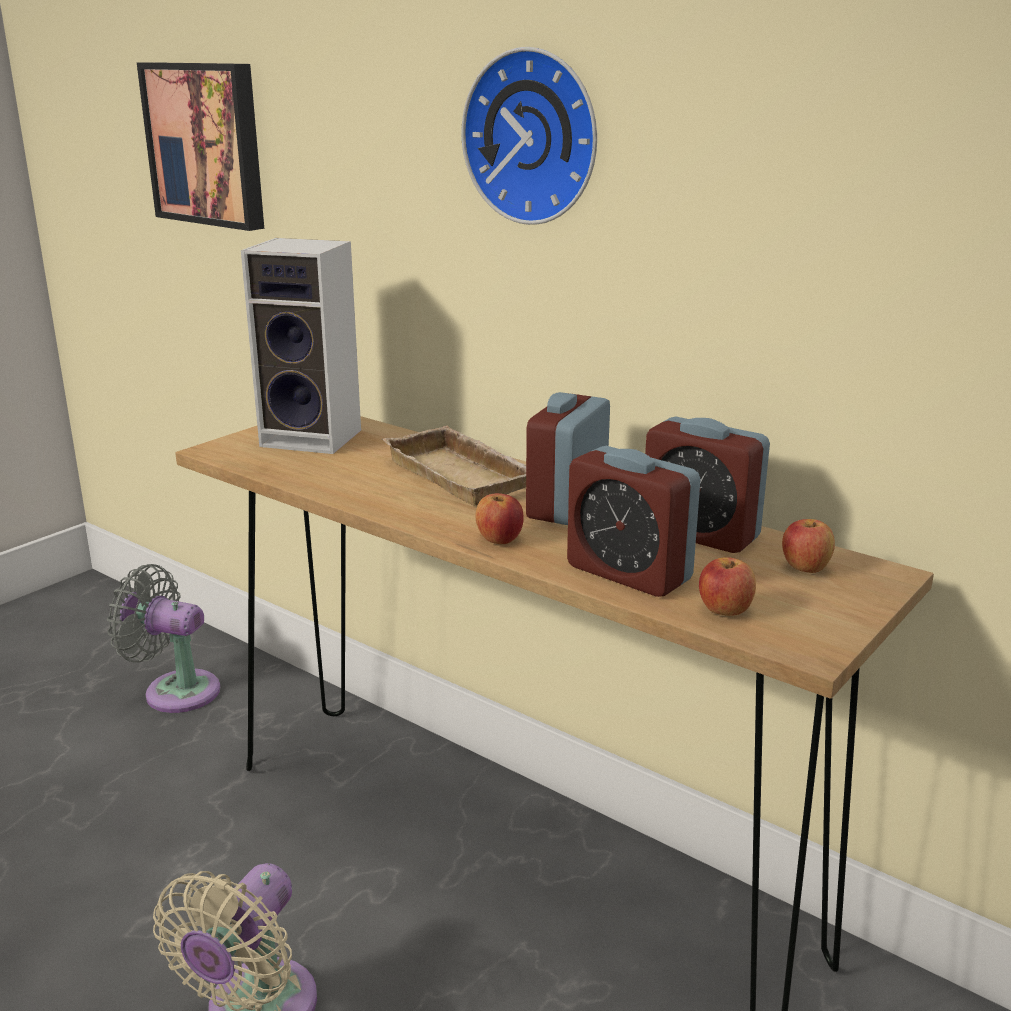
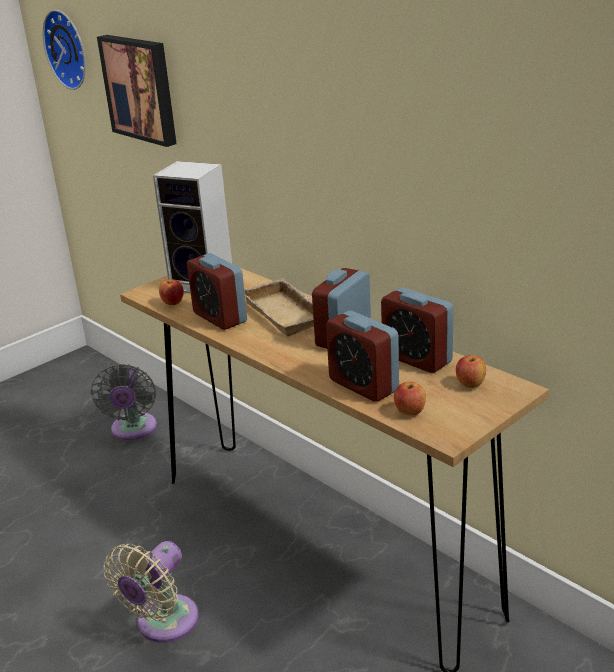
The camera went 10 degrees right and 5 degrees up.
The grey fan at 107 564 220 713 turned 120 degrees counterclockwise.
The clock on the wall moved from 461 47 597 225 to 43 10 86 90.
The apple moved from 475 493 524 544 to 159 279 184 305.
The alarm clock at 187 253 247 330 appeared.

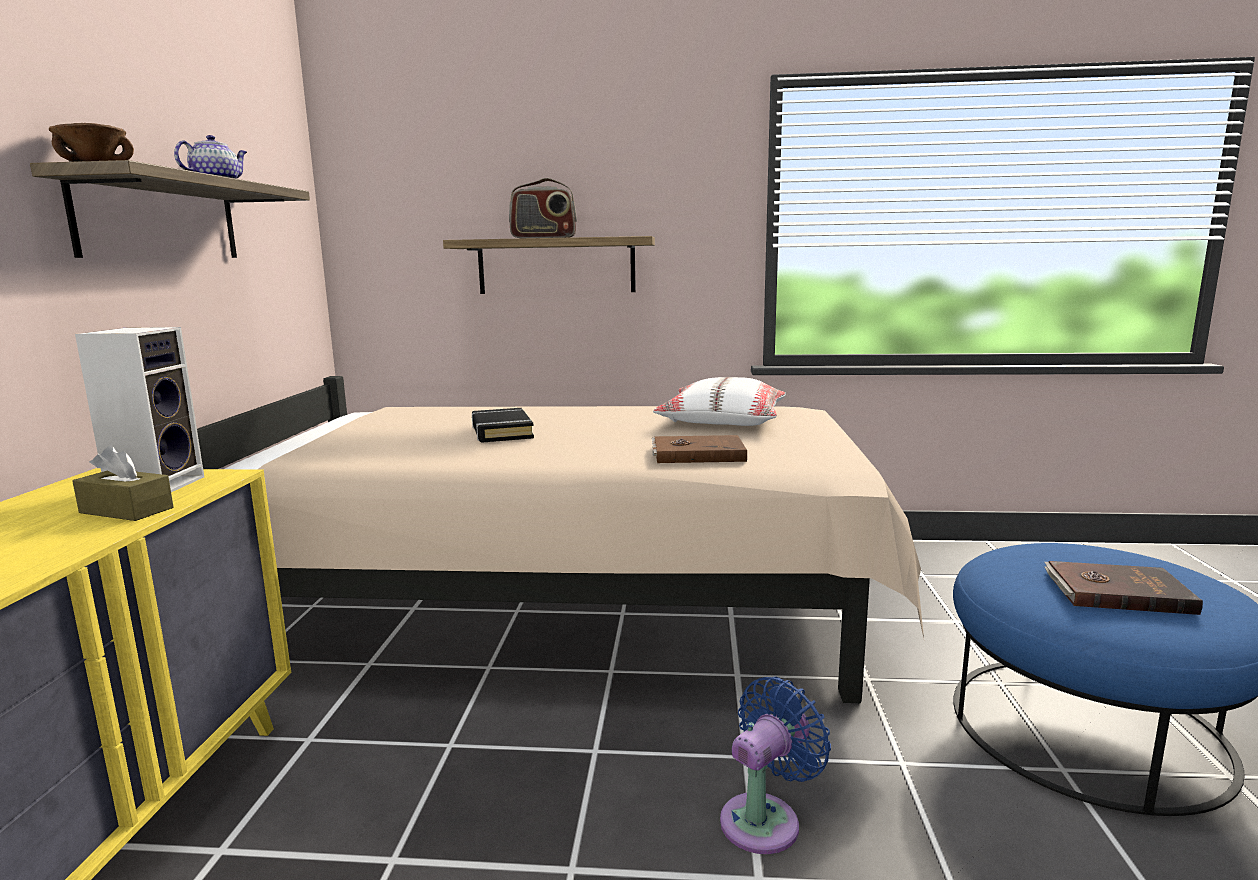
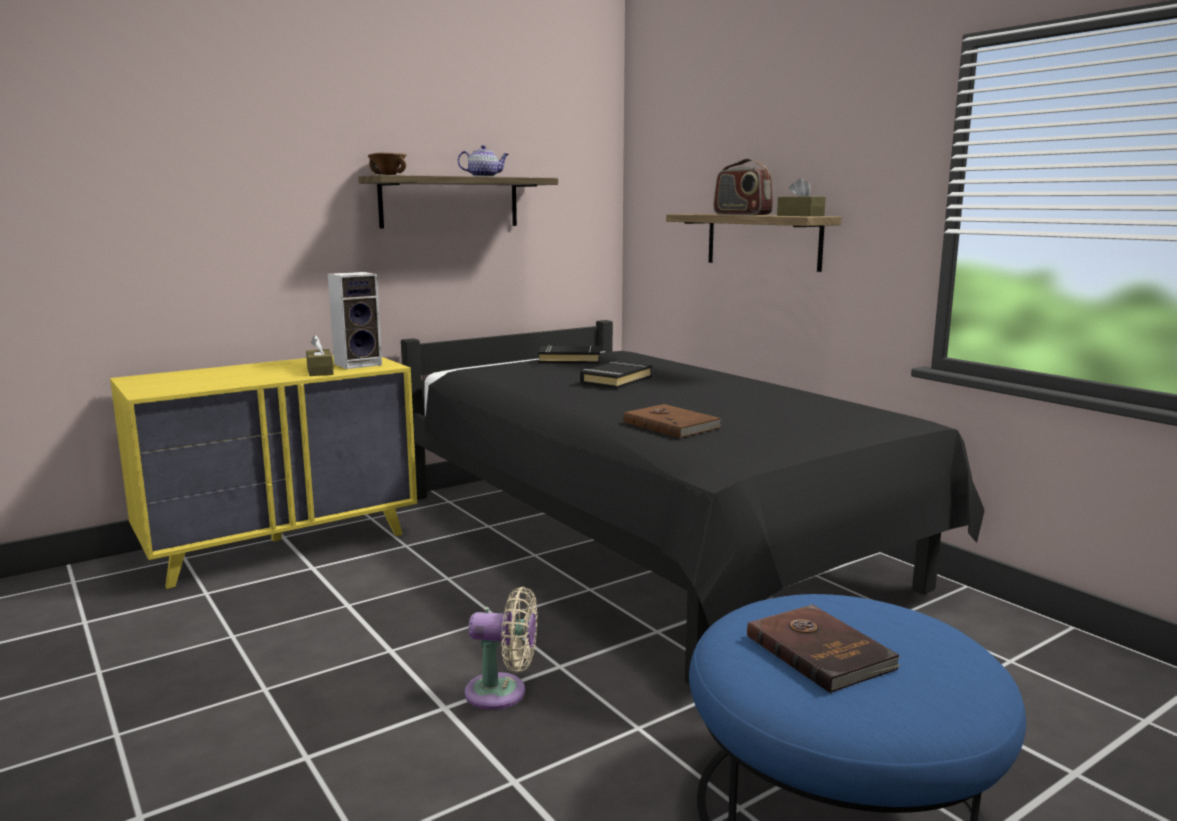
The camera went 50 degrees right and 0 degrees up.
The beige sleeping bed at 197 376 924 703 became the blackish sleeping bed at 401 320 985 685.
The white cushion at 653 377 786 426 disappeared.
The blue fan at 720 677 831 854 became the beige fan at 465 587 537 710.
The blackish book at 538 345 600 364 appeared.
The brownish tissue holder at 777 178 826 216 appeared.

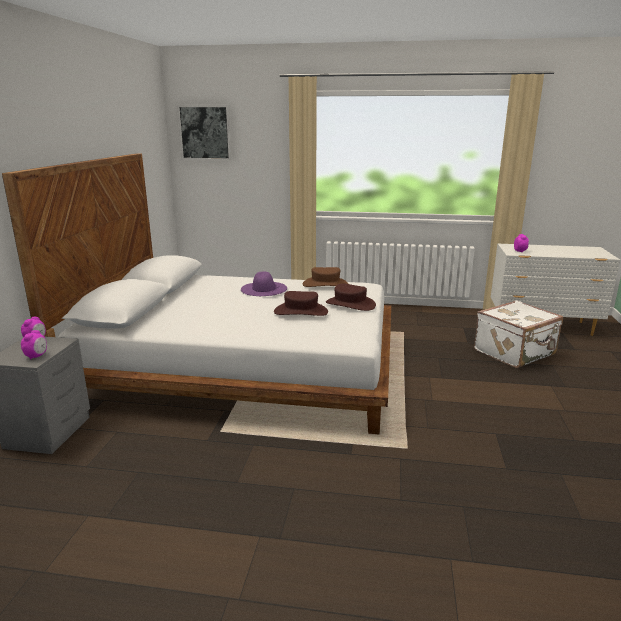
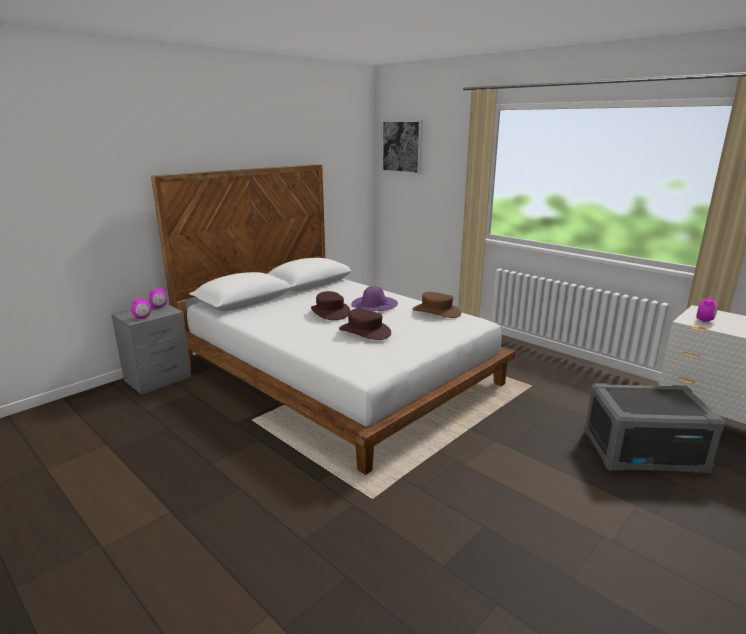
The camera went 35 degrees right and 0 degrees up.
The brownish wearable hat moved from 326 284 376 311 to 311 291 350 320.
The white piece of luggage at 474 300 563 368 was replaced by the grey storage box at 584 383 726 474.

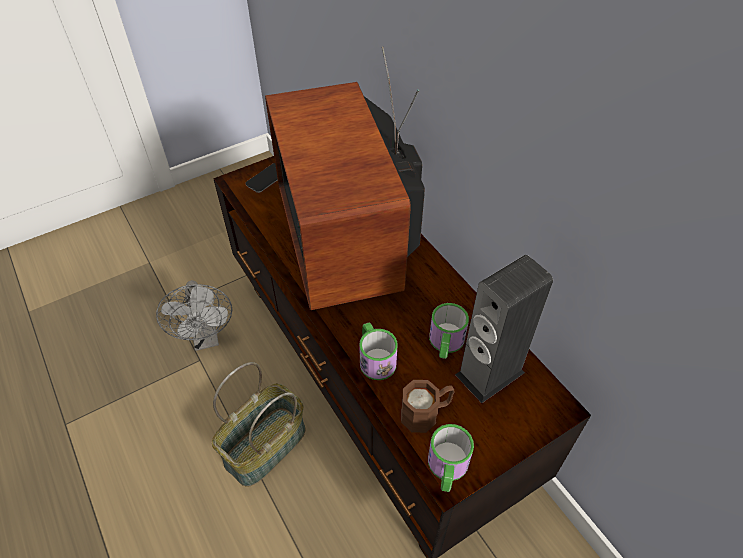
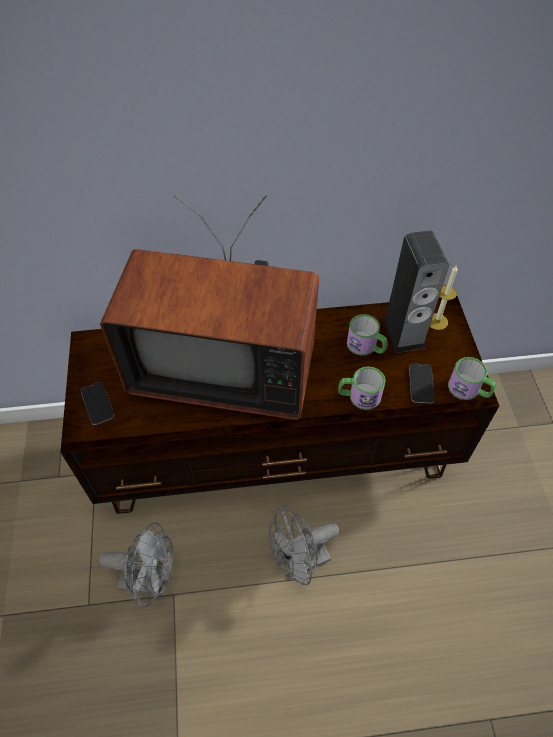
The camera went 65 degrees left and 5 degrees up.
The household basket at 212 362 305 486 was replaced by the grey fan at 269 507 340 585.
The brownish mug at 401 380 455 433 was replaced by the phone at 409 363 435 403.
The wax light at 430 266 457 330 appeared.

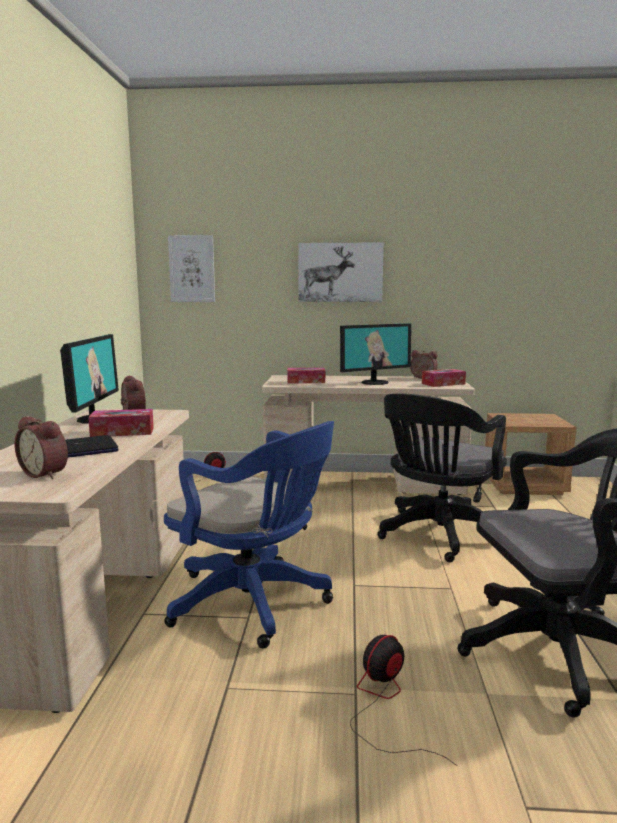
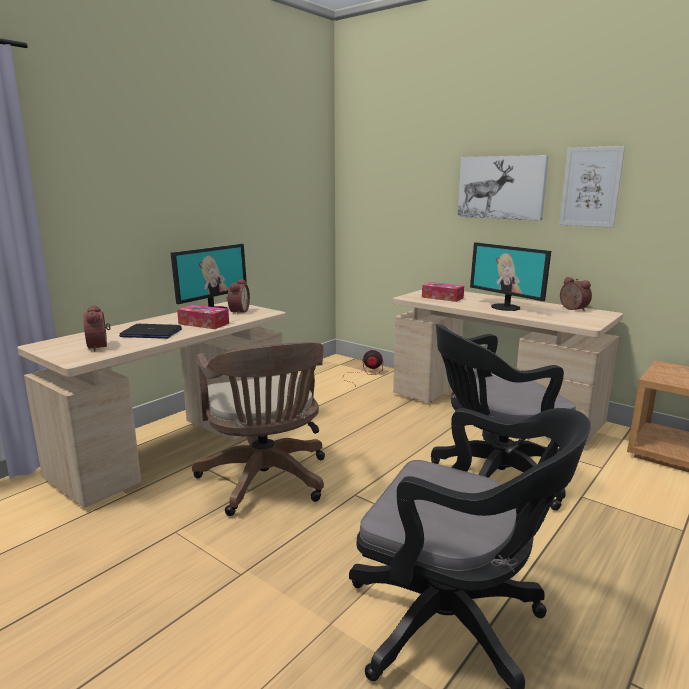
The camera went 35 degrees right and 5 degrees up.
The blue desk chair at 164 421 334 649 became the brownish desk chair at 192 342 325 516.
The picture moved from 168 235 215 302 to 559 146 625 228.
The computer display at 340 323 411 385 turned 45 degrees clockwise.
The fan at 350 635 457 766 disappeared.
The tissue holder at 422 369 466 387 disappeared.

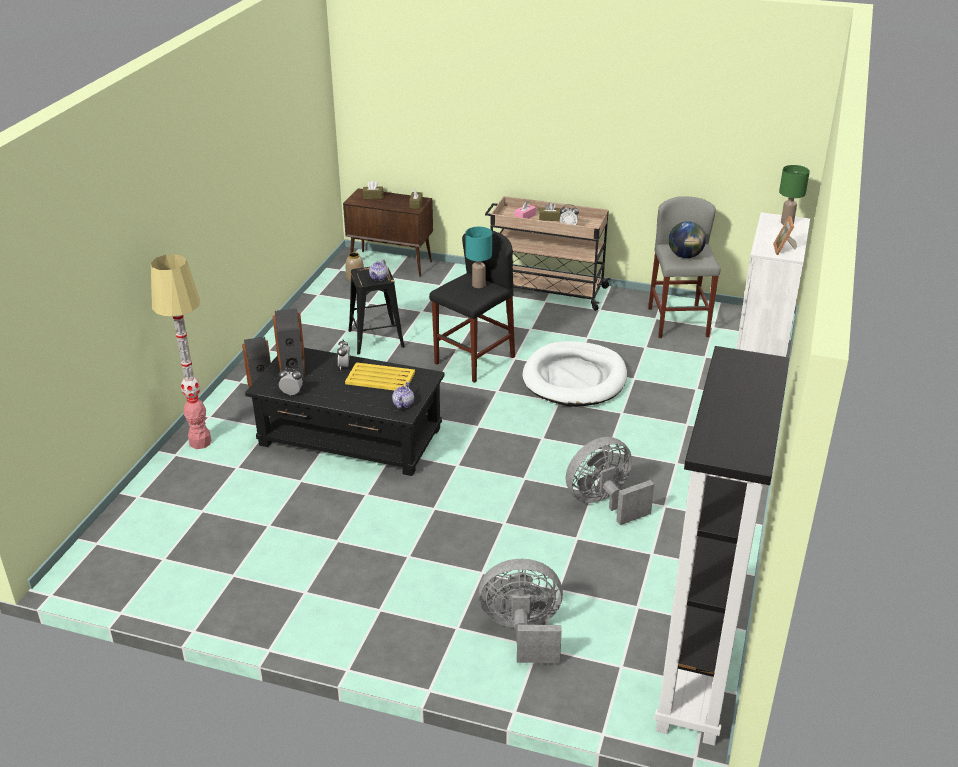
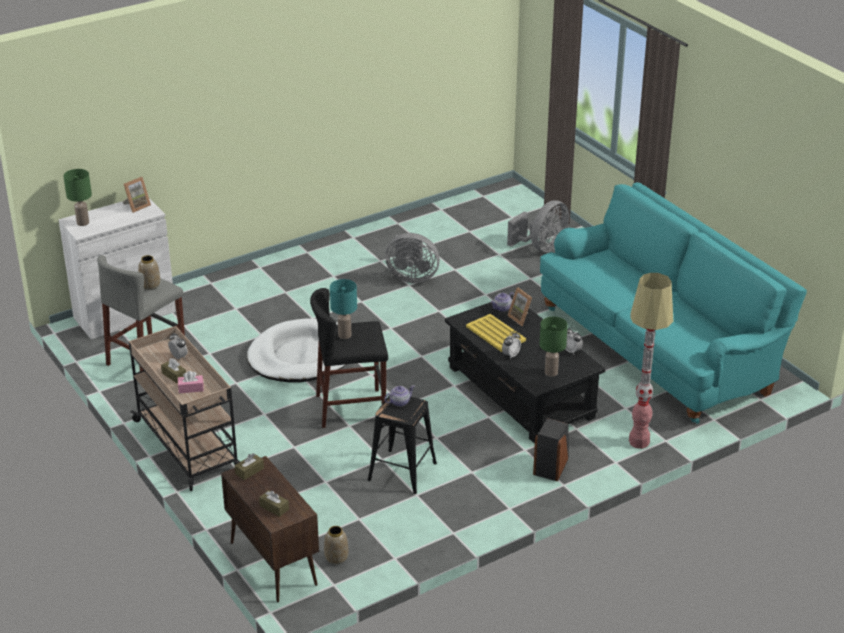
The camera went 140 degrees left and 0 degrees up.
The speaker at 273 309 305 378 was replaced by the greenish lamp for a table at 539 317 568 377.
The grey fan at 478 559 563 663 turned 90 degrees counterclockwise.
The blackish bookcase at 654 346 790 746 disappeared.
The desk globe at 669 221 706 258 was replaced by the decorative vase at 138 255 160 290.
The picture frame at 507 288 532 326 appeared.
The turquoise couch at 540 182 807 424 appeared.

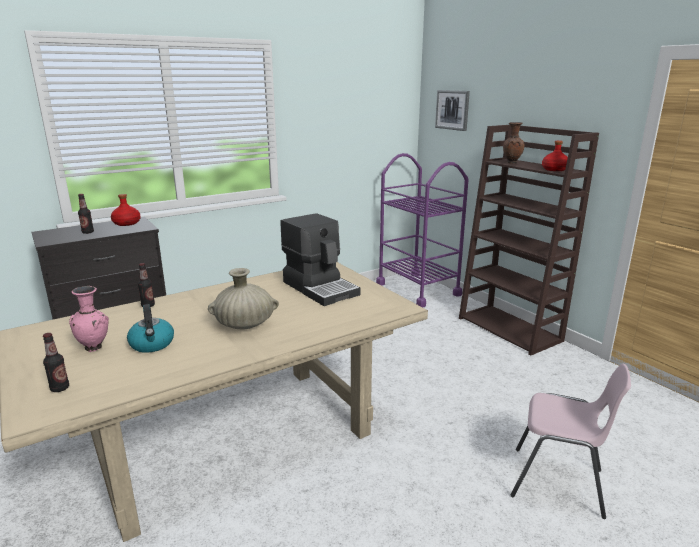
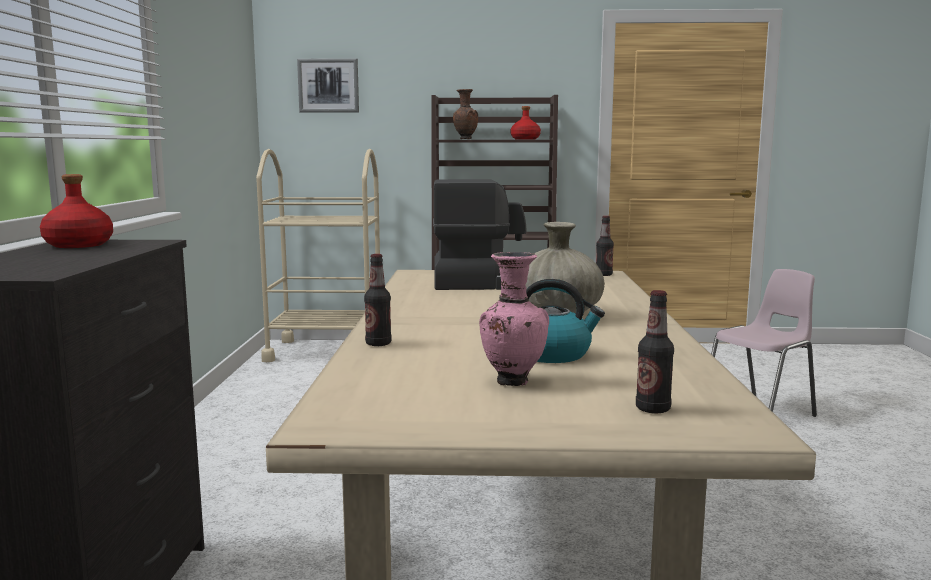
The camera went 55 degrees left and 10 degrees down.
The beverage bottle moved from 78 194 94 234 to 596 216 614 276.
The purple trolley at 376 153 469 307 became the beige trolley at 256 149 380 362.

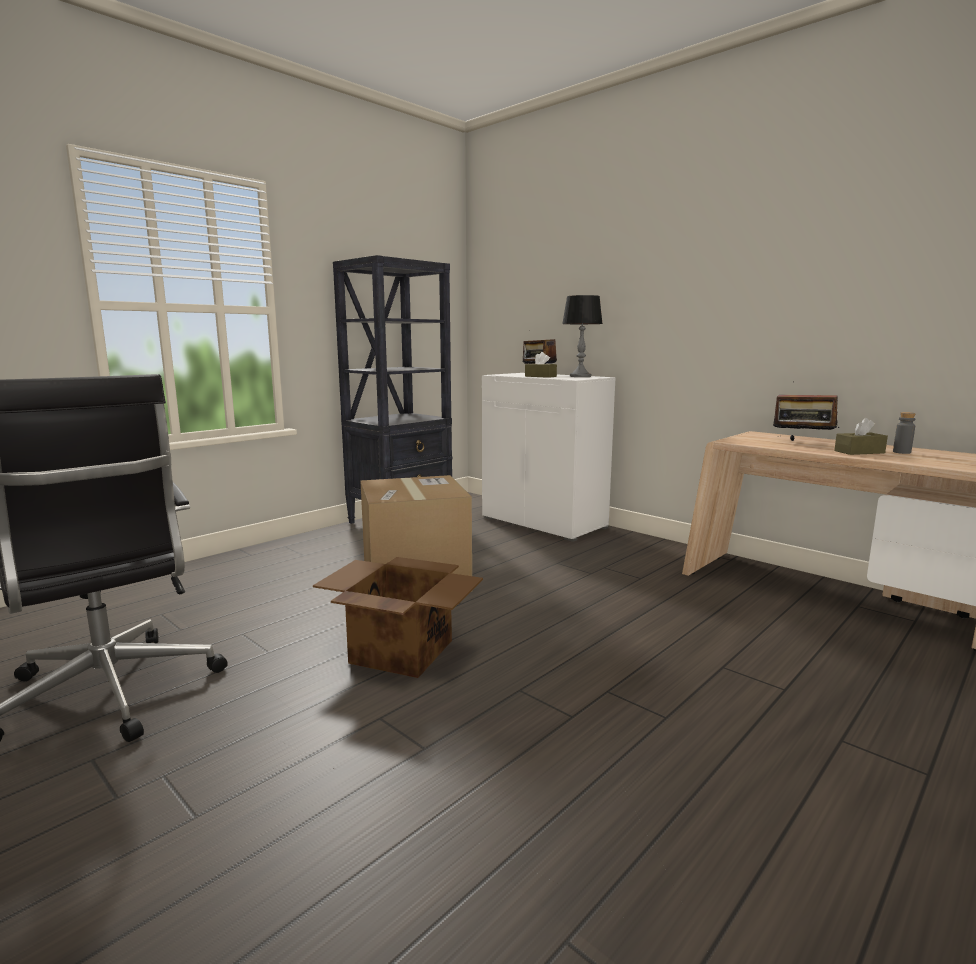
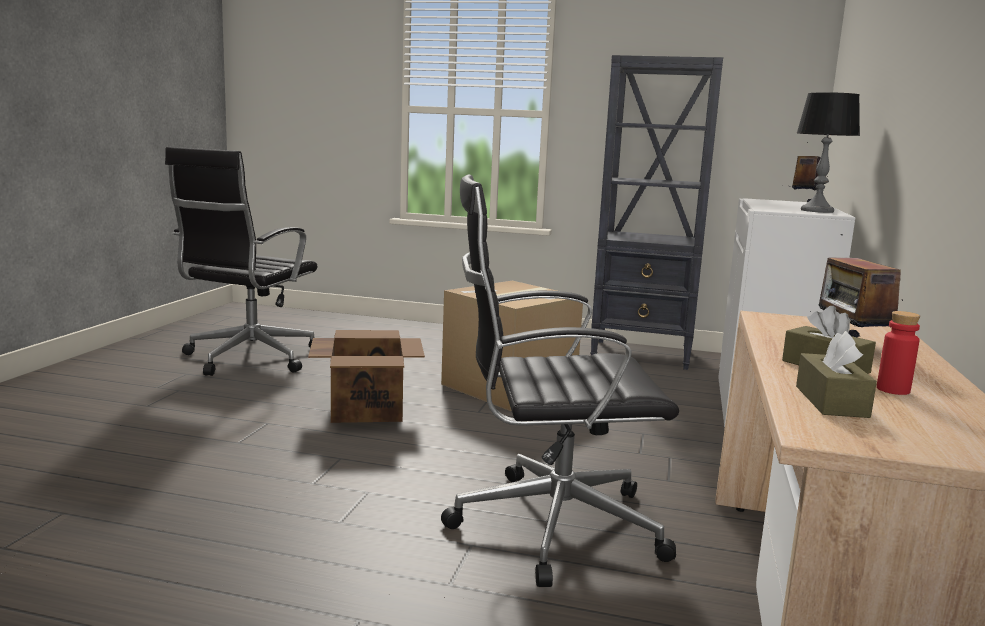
The camera went 60 degrees right and 0 degrees up.
The brownish tissue holder moved from 525 352 557 378 to 796 331 877 418.
The grey beverage bottle at 893 412 916 454 became the red beverage bottle at 877 311 920 395.
The blackish desk chair at 441 174 679 587 appeared.

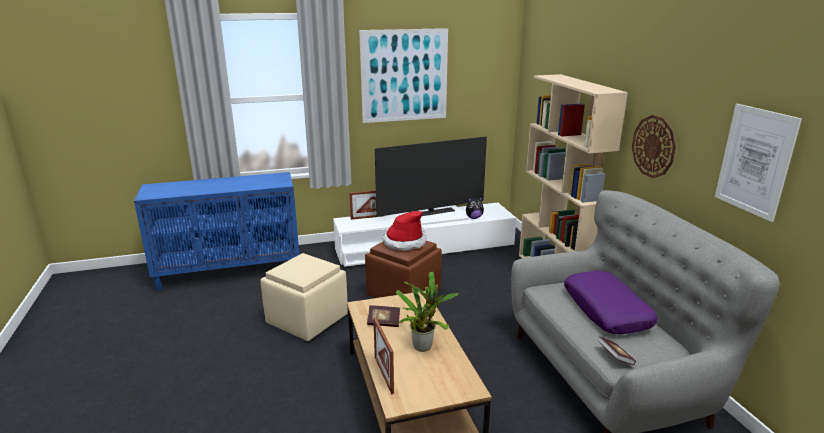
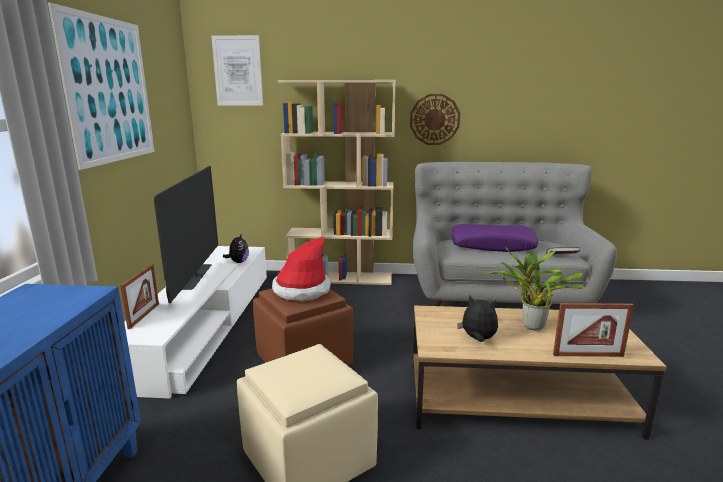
The camera went 70 degrees left and 5 degrees down.
The book at 367 305 400 327 was replaced by the cuddly toy at 457 295 498 342.
The picture moved from 715 104 802 222 to 211 35 263 106.

